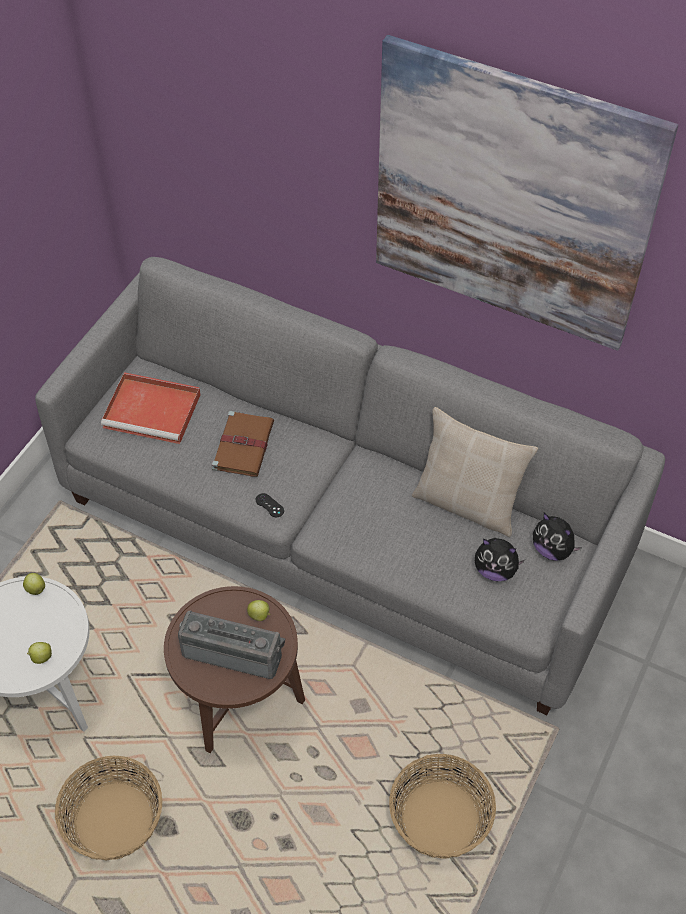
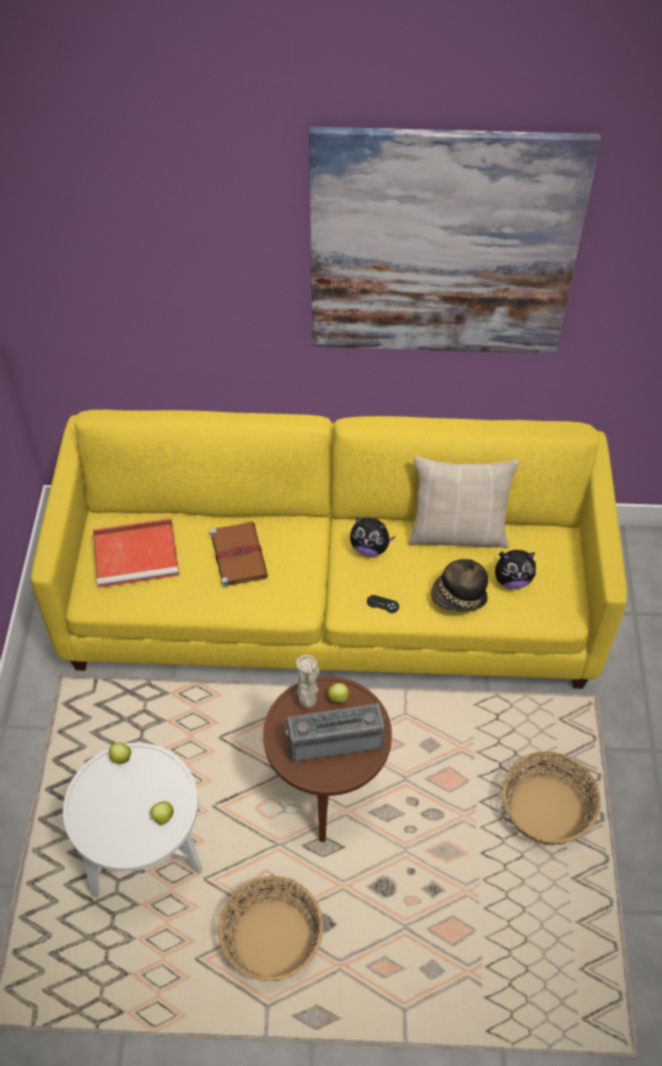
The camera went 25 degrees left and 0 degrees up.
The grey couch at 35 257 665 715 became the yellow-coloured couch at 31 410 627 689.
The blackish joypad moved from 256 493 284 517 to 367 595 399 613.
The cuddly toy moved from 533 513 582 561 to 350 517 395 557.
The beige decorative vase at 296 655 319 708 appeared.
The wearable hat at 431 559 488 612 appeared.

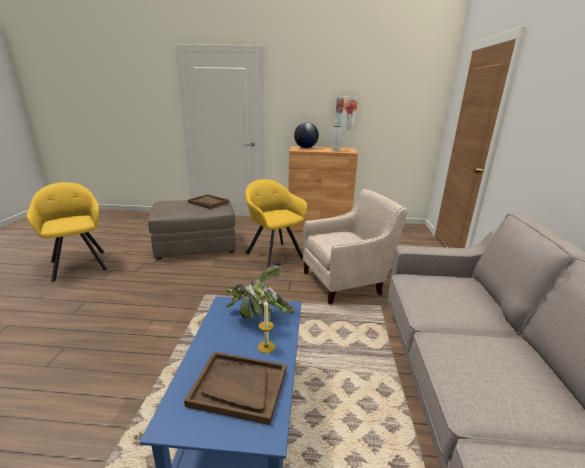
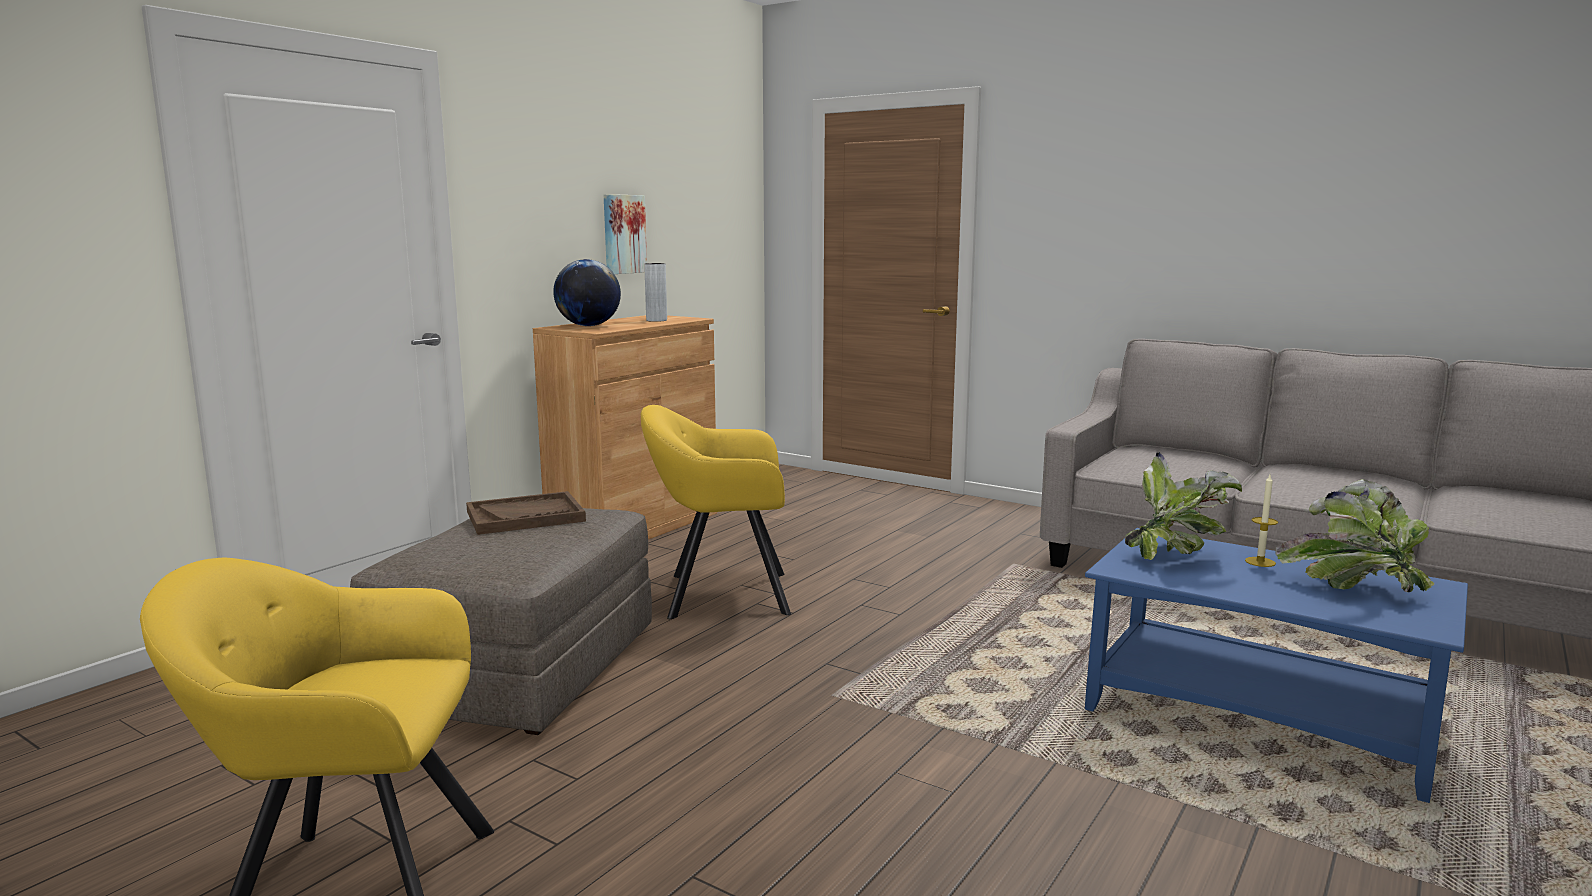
The camera went 60 degrees left and 10 degrees down.
The brownish serving tray at 184 352 287 425 was replaced by the plant in a pot at 1275 479 1434 592.
The beige armchair at 303 189 407 304 disappeared.

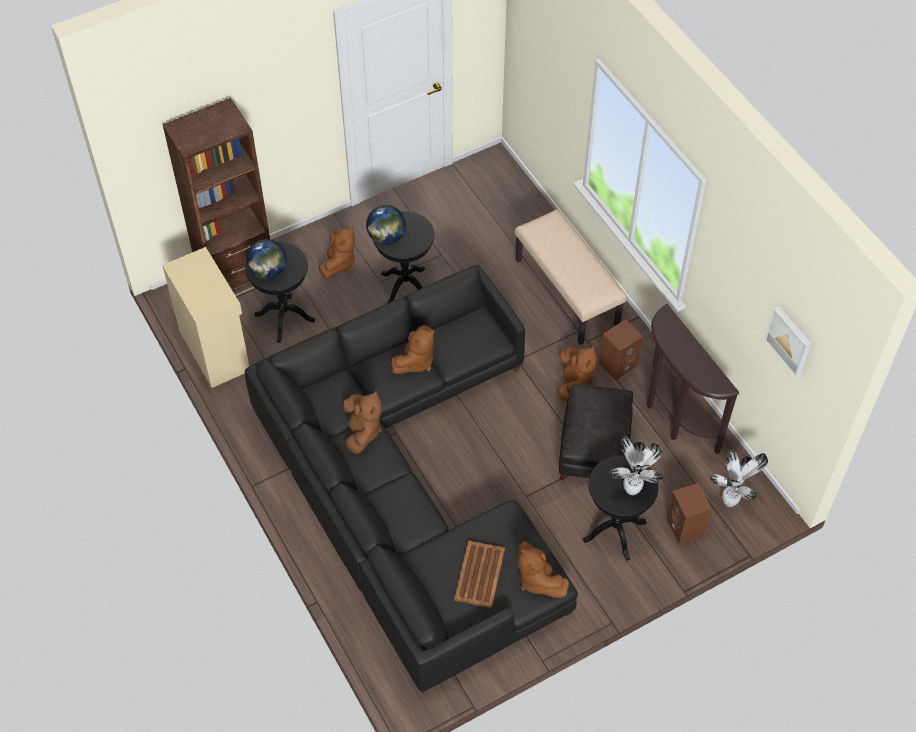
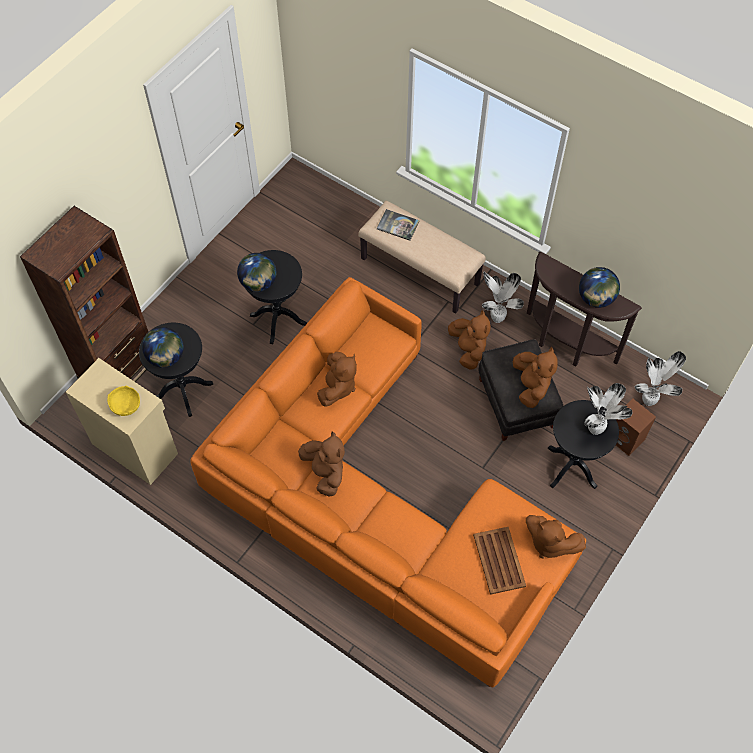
The camera went 25 degrees left and 5 degrees up.
The blackish couch at 245 264 578 694 became the orange couch at 190 277 586 687.
The brownish cuddly toy moved from 319 226 355 278 to 513 347 558 408.
The brownish speaker at 599 319 643 381 was replaced by the plant in a pot at 482 272 524 323.
The picture at 764 306 811 377 disappeared.
The yellow-coloured deep dish at 107 385 140 416 appeared.
The book at 377 209 420 241 appeared.
The desk globe at 579 267 620 308 appeared.

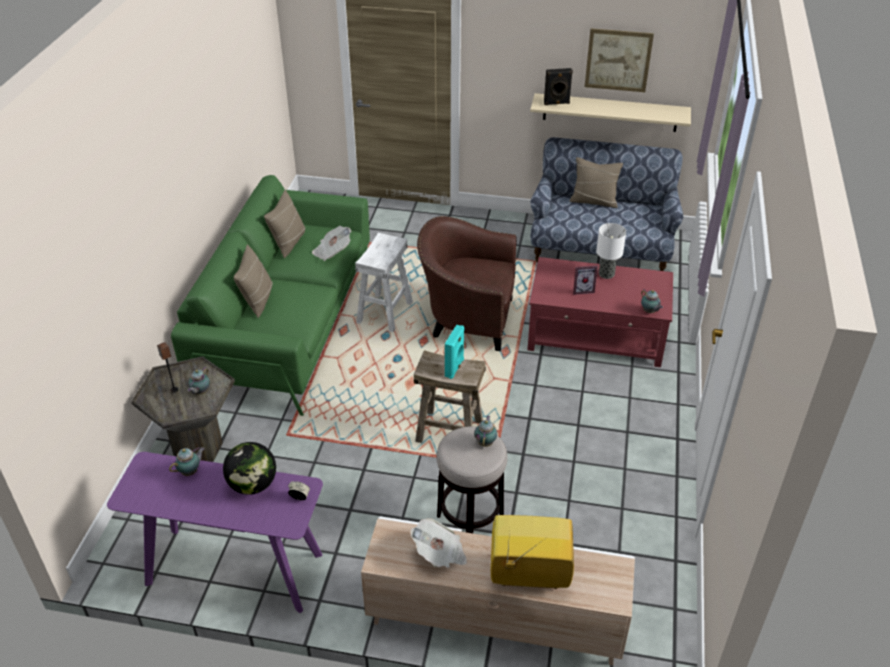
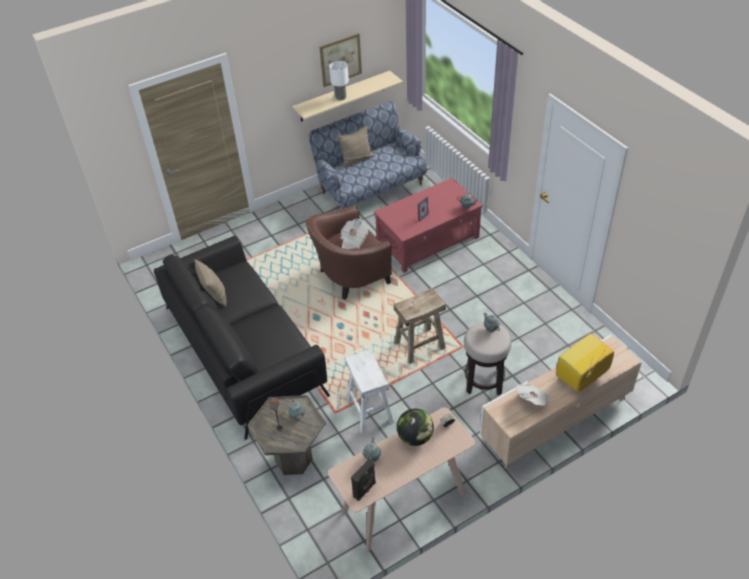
The camera went 40 degrees left and 5 degrees up.
The purple console table at 107 452 323 613 became the beige console table at 328 408 475 552.
The greenish couch at 171 175 370 416 became the blackish couch at 154 236 330 440.
The beige cushion at 234 244 273 318 disappeared.
The daily paper moved from 312 226 352 261 to 341 219 368 249.
The white stool seat moved from 355 233 413 332 to 345 349 394 434.
The turquoise speaker at 445 325 465 379 disappeared.
The blackish speaker moved from 544 68 573 105 to 351 459 376 501.
The lamp for a table moved from 596 223 626 279 to 329 61 349 100.

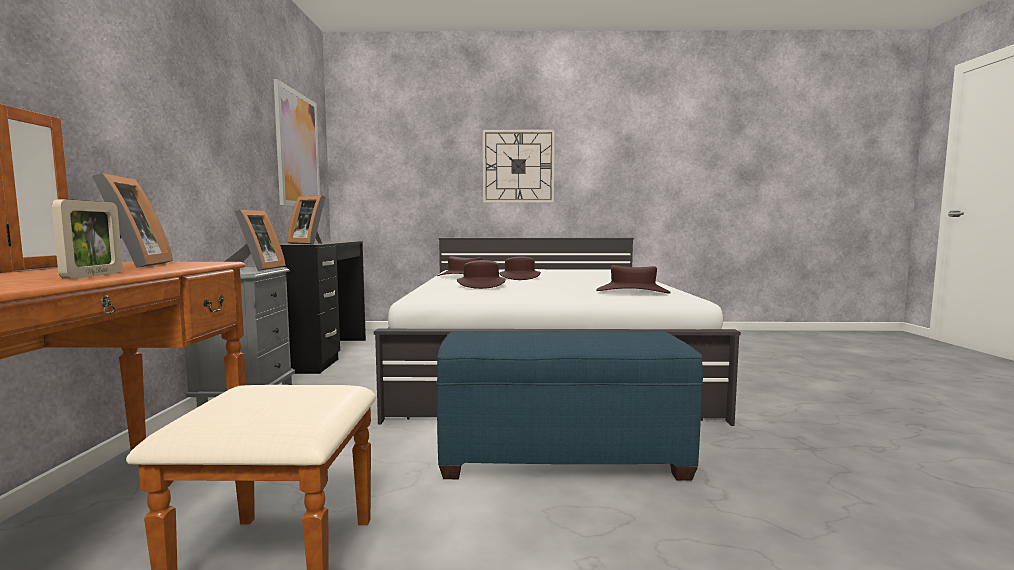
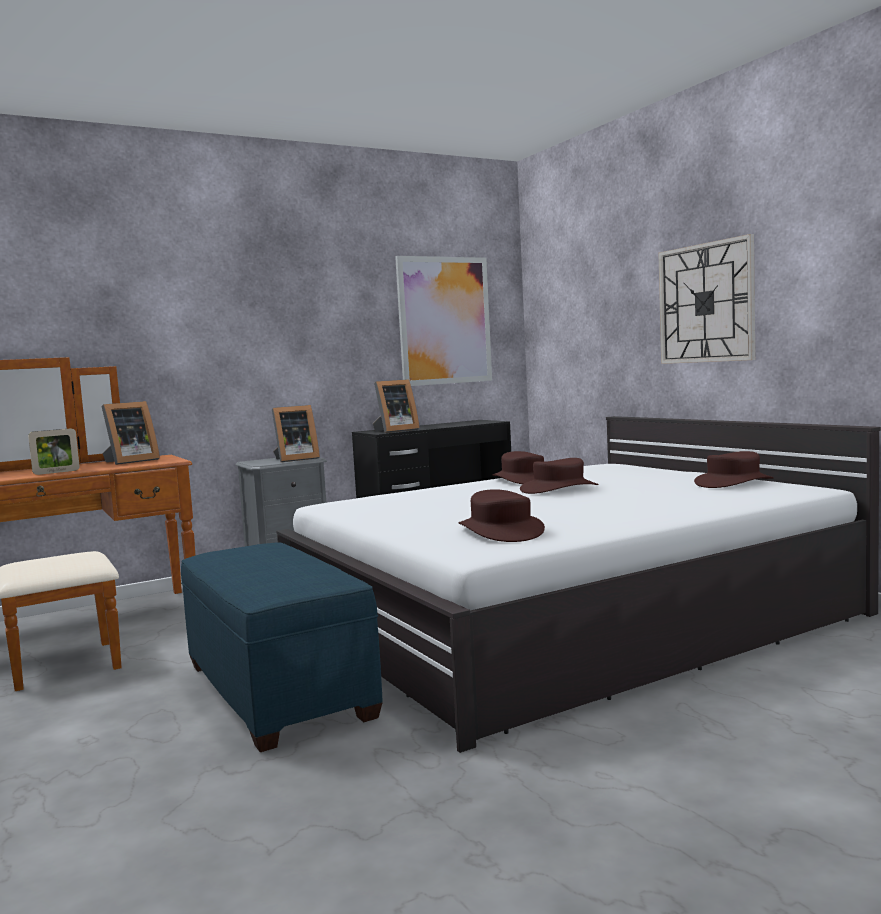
The camera went 60 degrees right and 0 degrees up.
The picture frame at 287 195 325 244 turned 120 degrees counterclockwise.
The brownish wearable hat moved from 457 260 506 289 to 694 451 774 488.

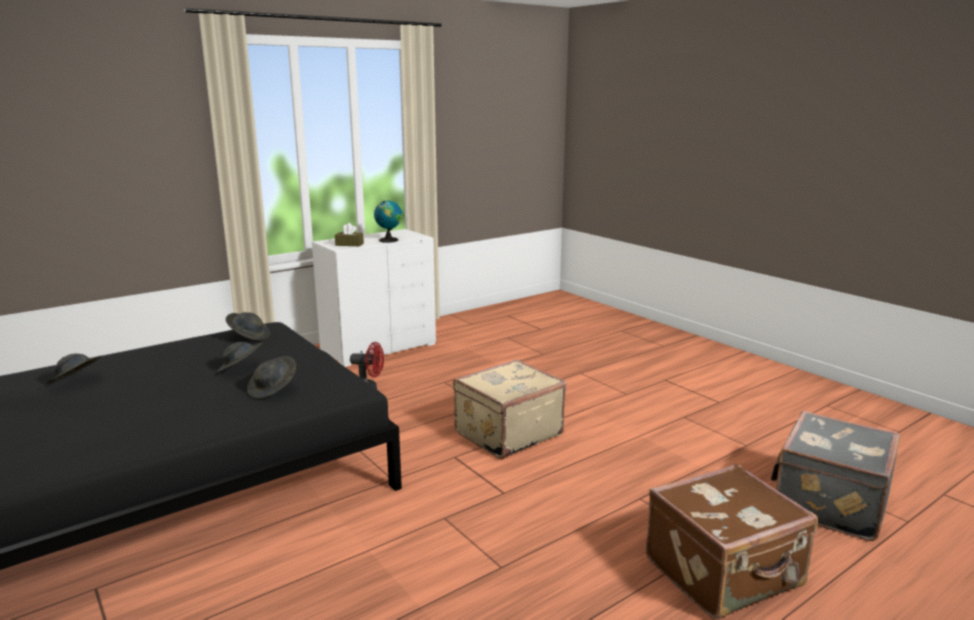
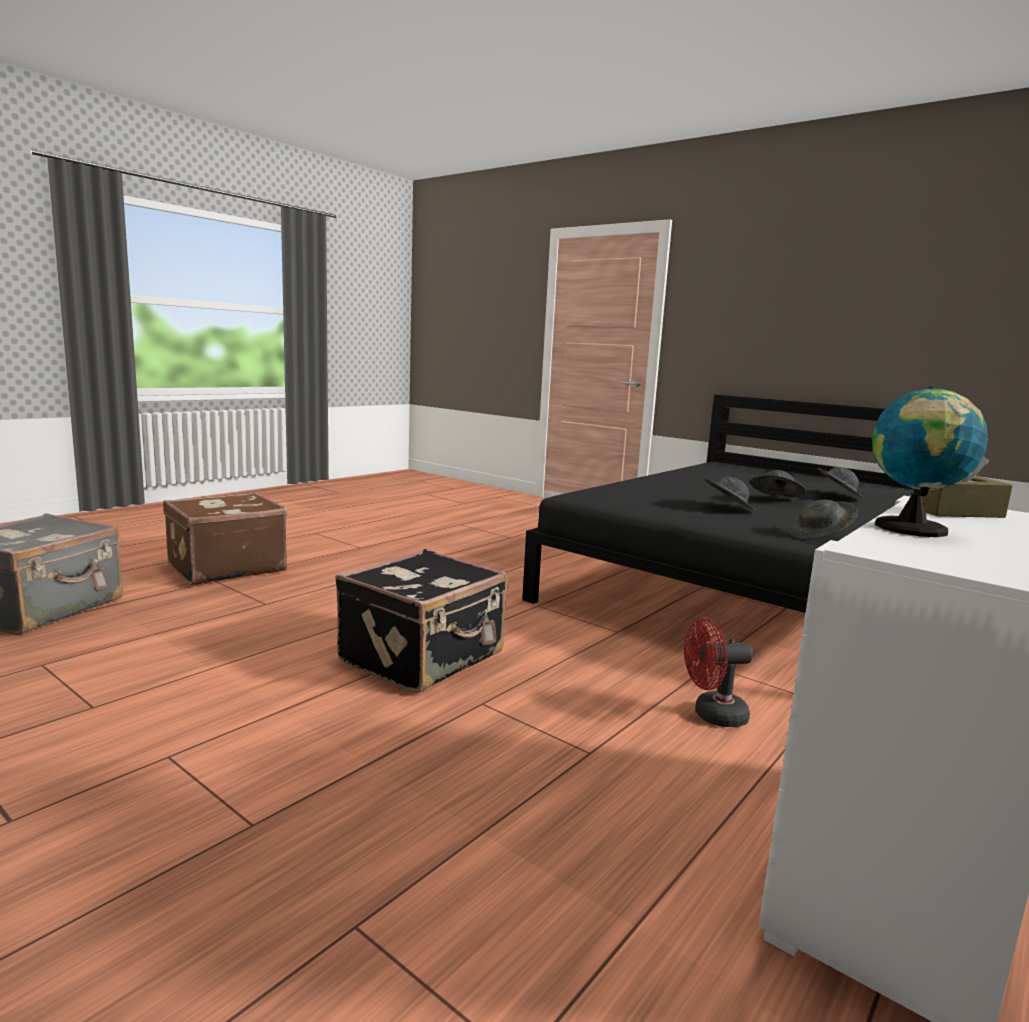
The camera went 165 degrees right and 5 degrees down.
The grey wearable hat moved from 247 356 296 398 to 749 470 806 497.
The beige piece of luggage at 453 359 567 459 became the blackish piece of luggage at 335 549 508 693.

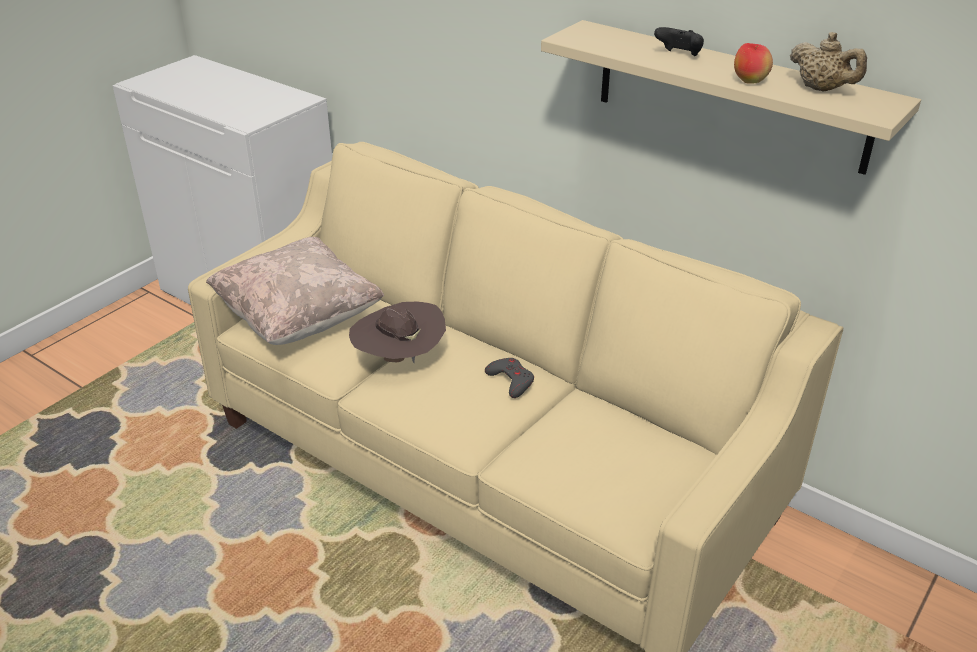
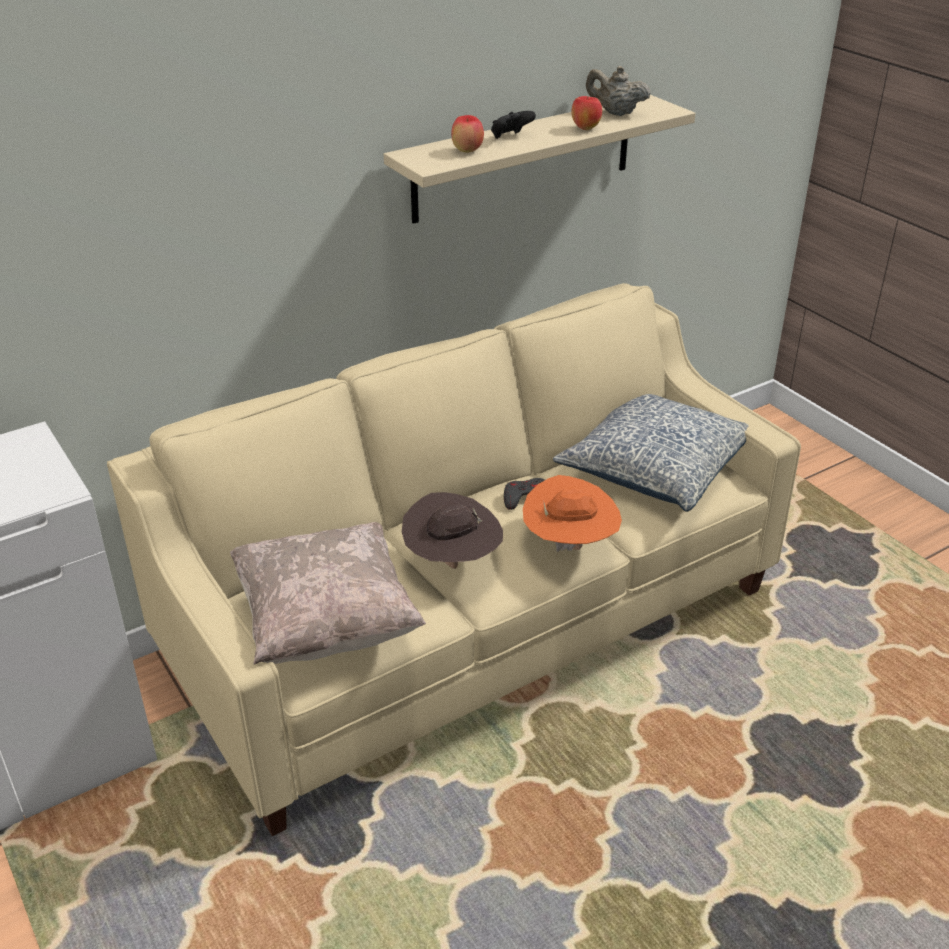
The camera went 70 degrees left and 0 degrees up.
The beige teapot at 790 32 867 91 turned 135 degrees counterclockwise.
The apple at 451 115 484 153 appeared.
The orange wearable hat at 523 475 622 552 appeared.
The cushion at 553 394 749 512 appeared.

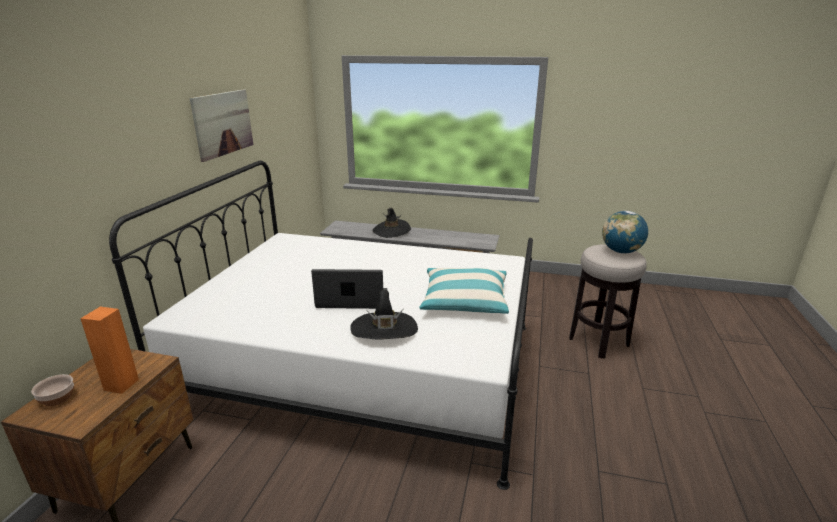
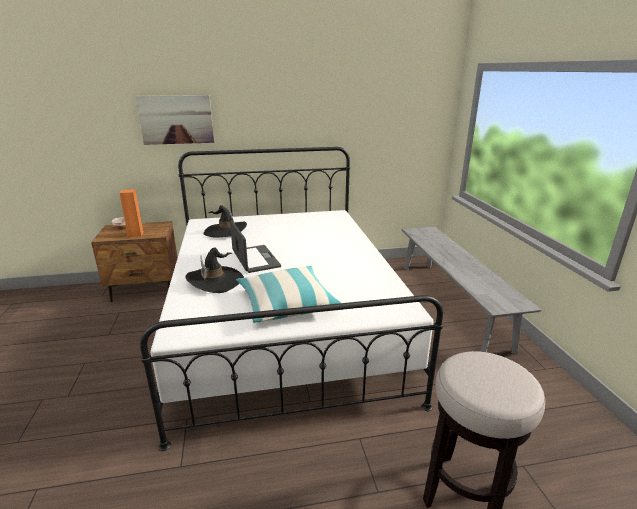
The camera went 65 degrees right and 0 degrees up.
The picture moved from 189 89 253 162 to 136 95 214 145.
The blackish wearable hat moved from 372 208 411 238 to 204 205 247 237.
The desk globe at 602 211 648 254 disappeared.

